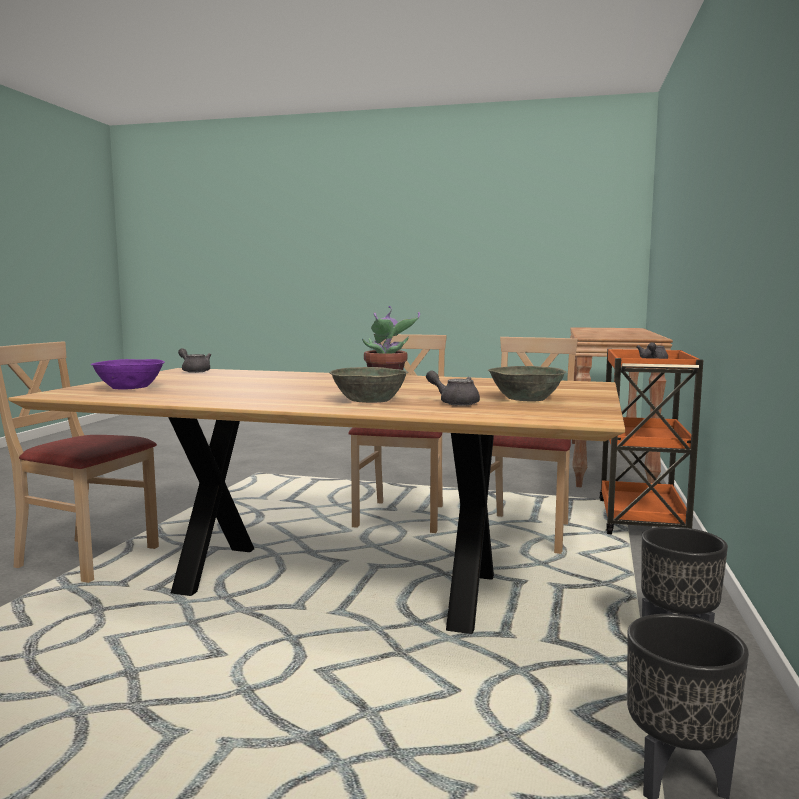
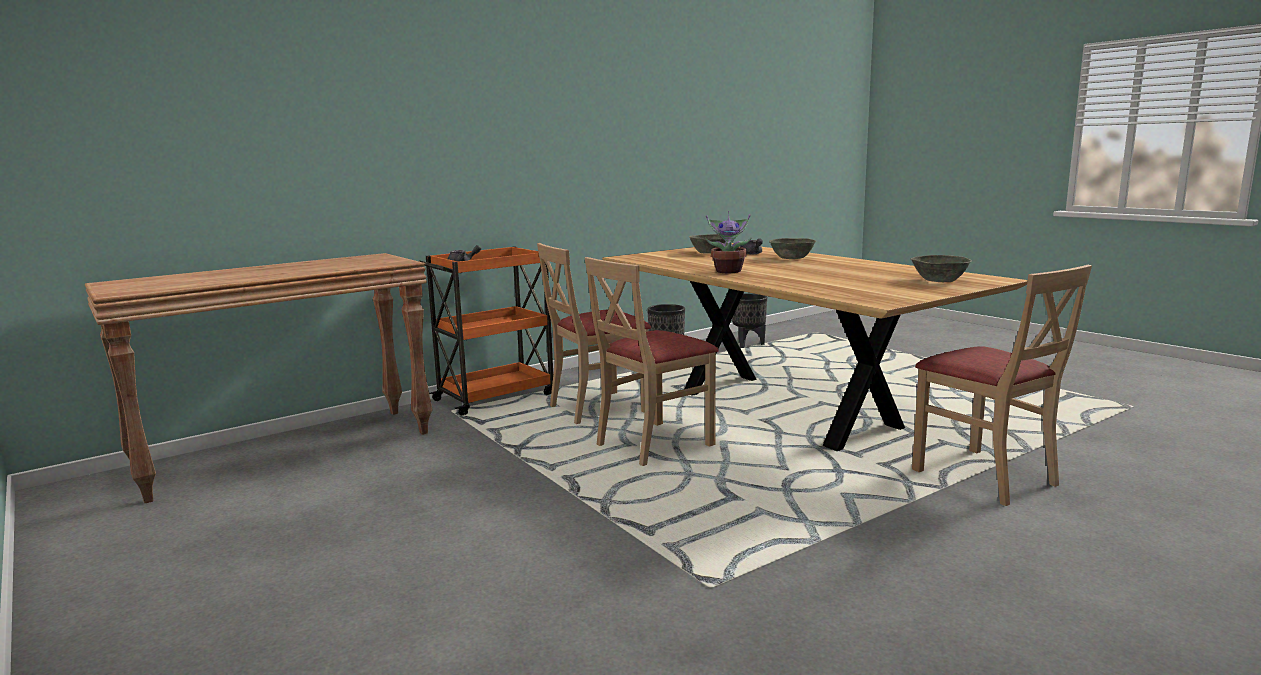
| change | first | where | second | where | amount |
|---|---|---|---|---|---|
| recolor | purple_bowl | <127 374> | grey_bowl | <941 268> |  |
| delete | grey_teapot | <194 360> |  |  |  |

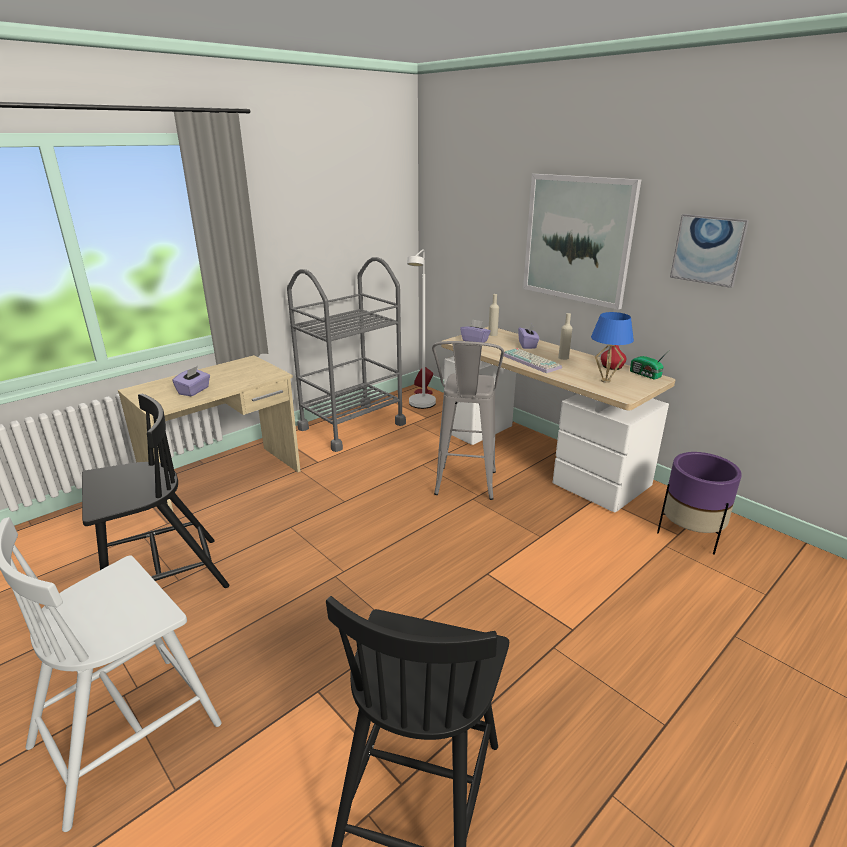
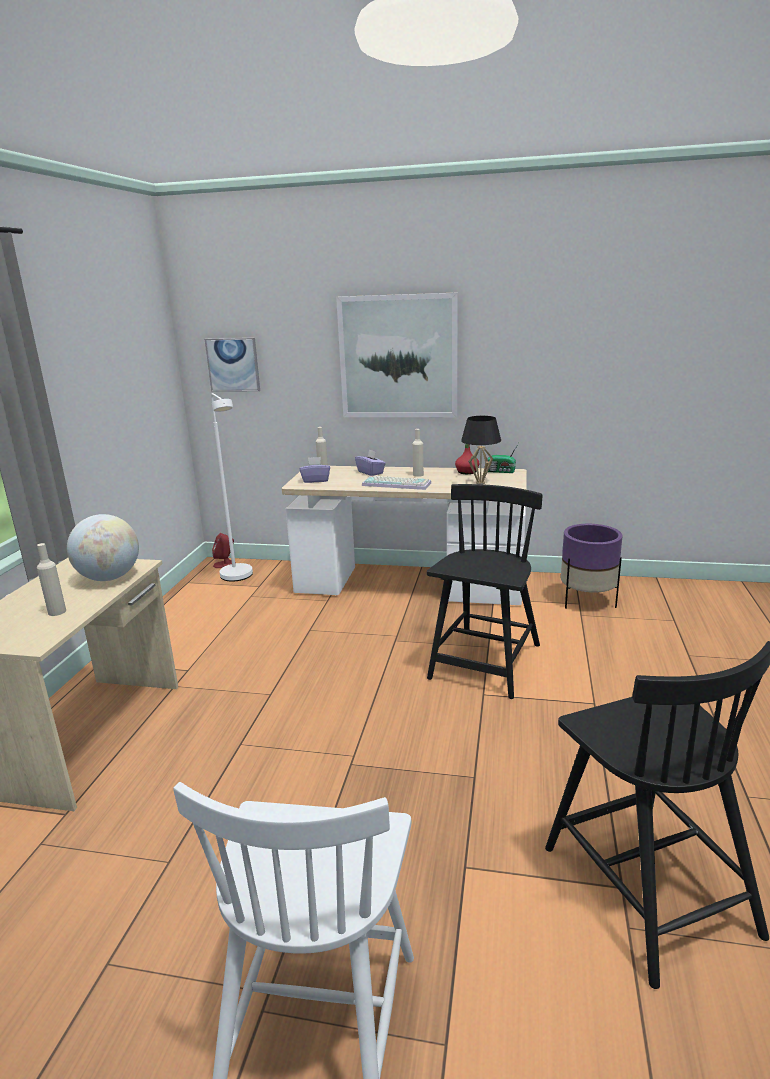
| change | first | where | second | where | amount |
|---|---|---|---|---|---|
| replace | purple_tissue_box | <191 381> | beige_bottle | <51 579> |  |
| insert |  |  | globe | <103 547> |  |
| move | picture | <709 251> |  | <232 365> |  |
| move | black_chair | <156 491> |  | <484 591> |  |
| recolor | blue_table_lamp | <612 347> | black_table_lamp | <481 450> |  |
| delete | grey_cart | <346 354> |  |  |  |
| delete | grey_stool | <468 420> |  |  |  |

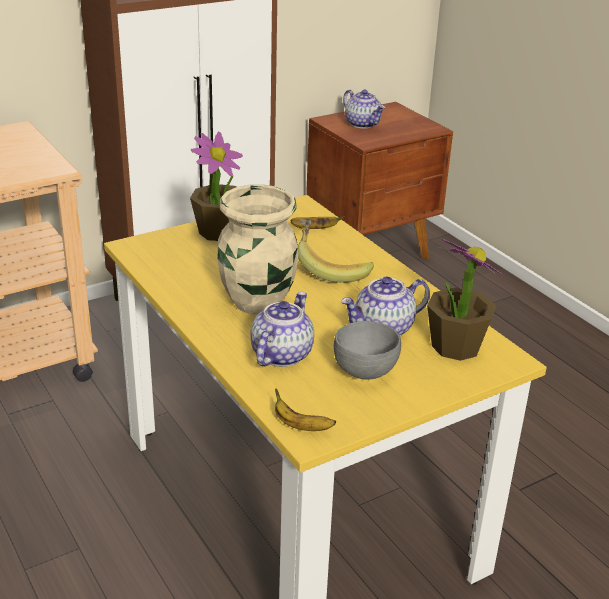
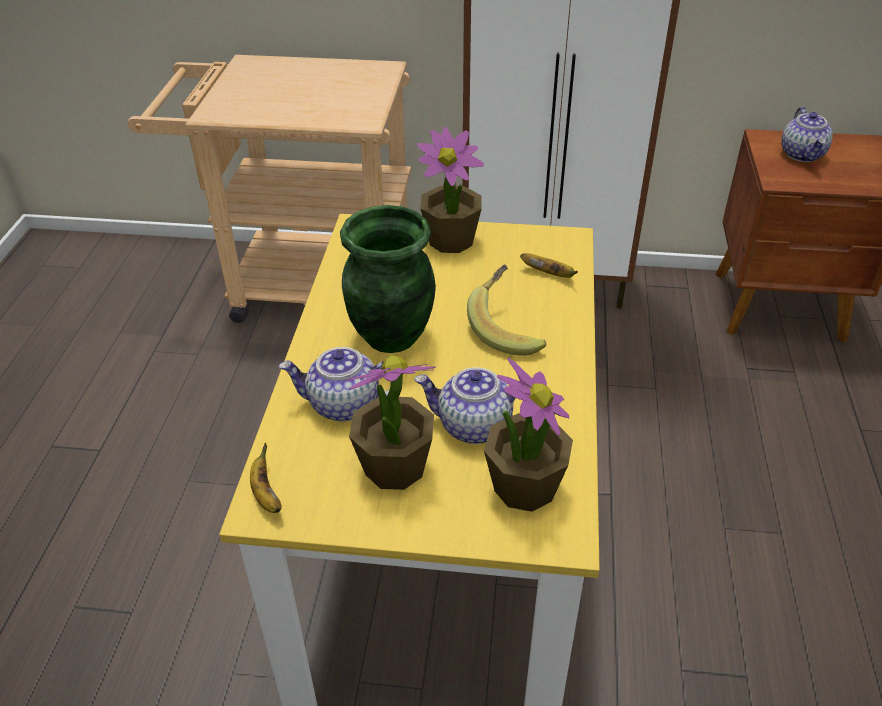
| change | first | where | second | where | amount |
|---|---|---|---|---|---|
| rotate | teapot | <282 329> |  | <341 384> | 150 degrees counterclockwise |
| recolor | beige_vase | <258 250> | green_vase | <388 279> |  |
| replace | grey_bowl | <367 350> | potted_plant | <390 422> |  |

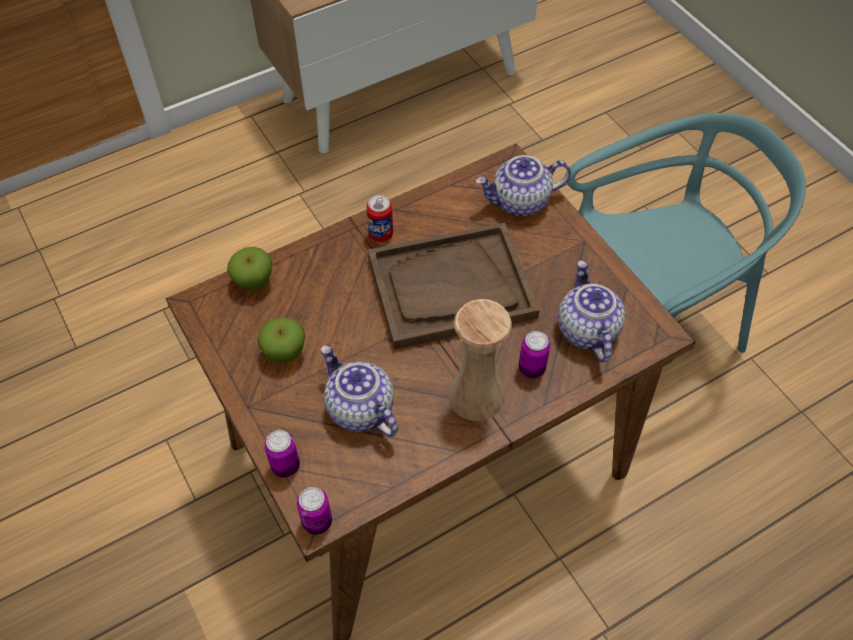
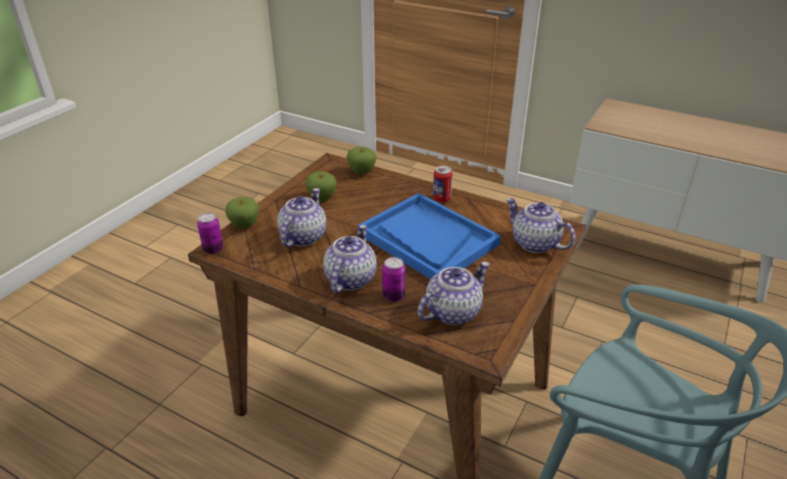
| change | first | where | second | where | amount |
|---|---|---|---|---|---|
| replace | can | <282 454> | apple | <242 213> |  |
| replace | beige_vase | <480 360> | teapot | <350 259> |  |
| recolor | brown_tray | <454 286> | blue_tray | <429 236> |  |

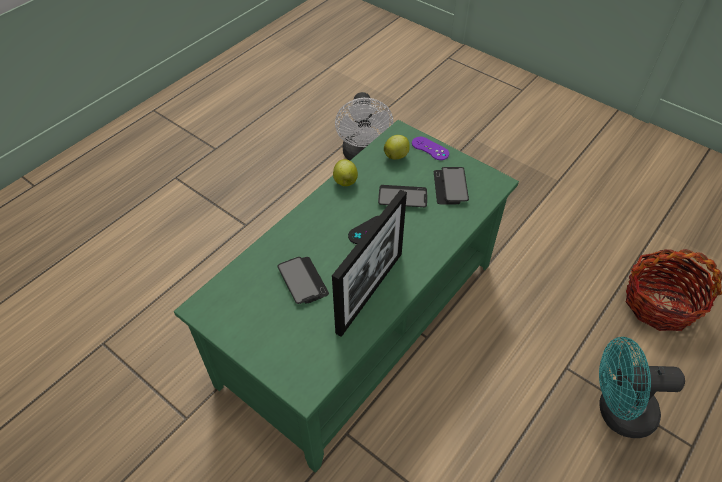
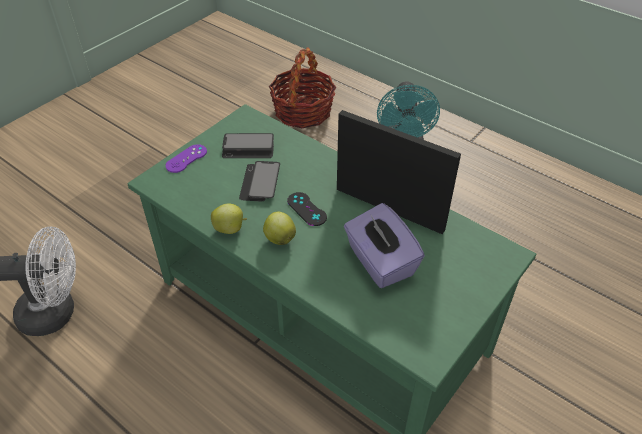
| change | first | where | second | where | amount |
|---|---|---|---|---|---|
| move | apple | <397 147> |  | <279 228> |  |
| replace | phone | <303 280> | purple_tissue_box | <384 245> |  |

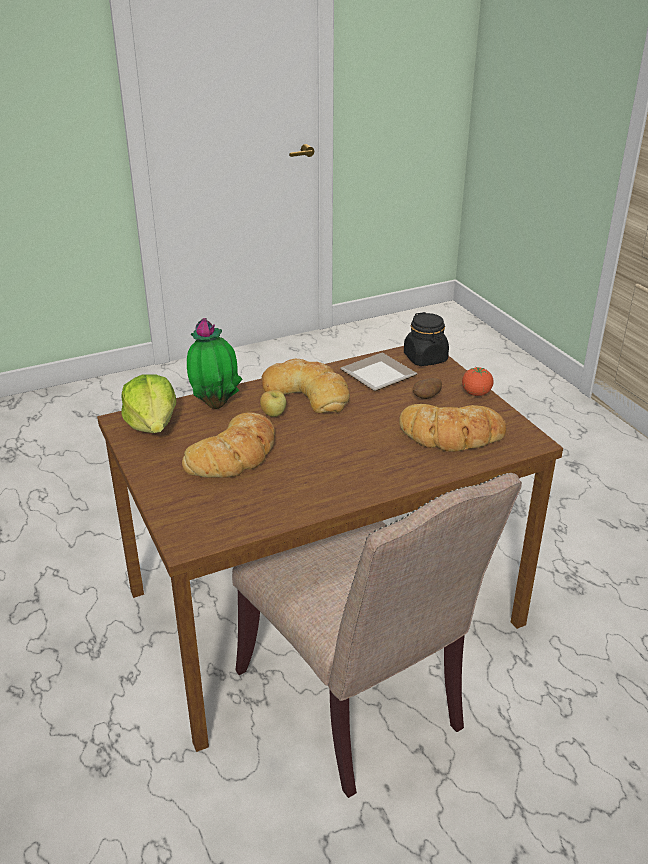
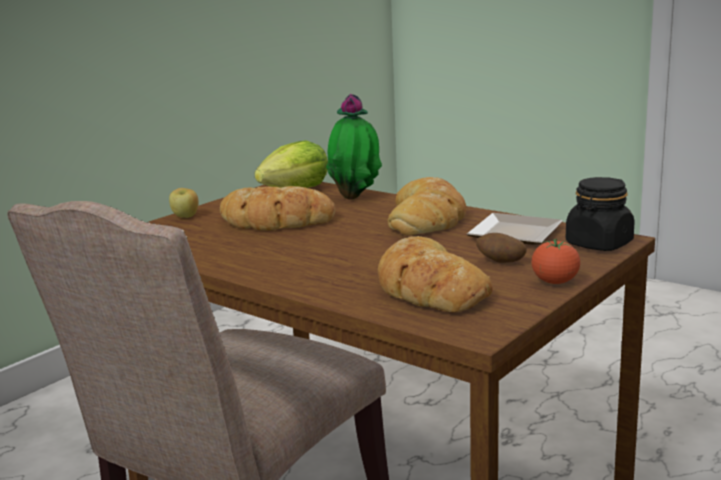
| change | first | where | second | where | amount |
|---|---|---|---|---|---|
| move | apple | <273 403> |  | <184 203> |  |

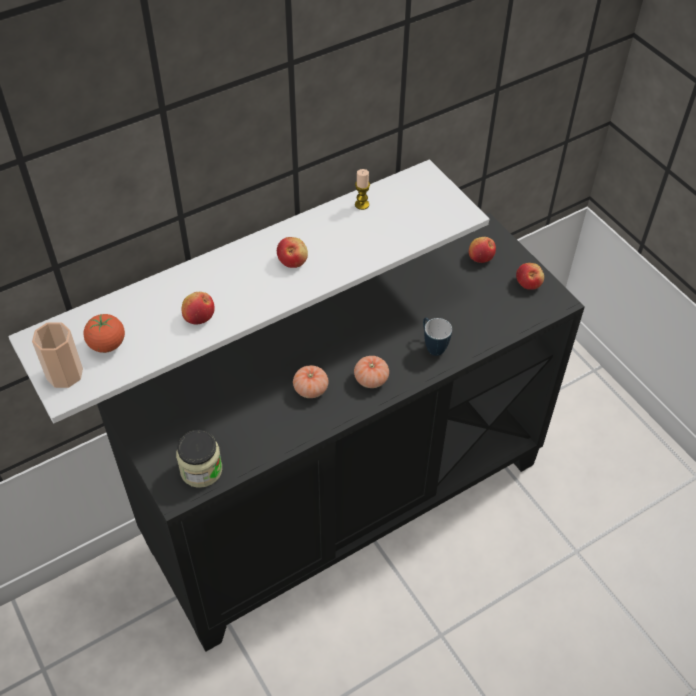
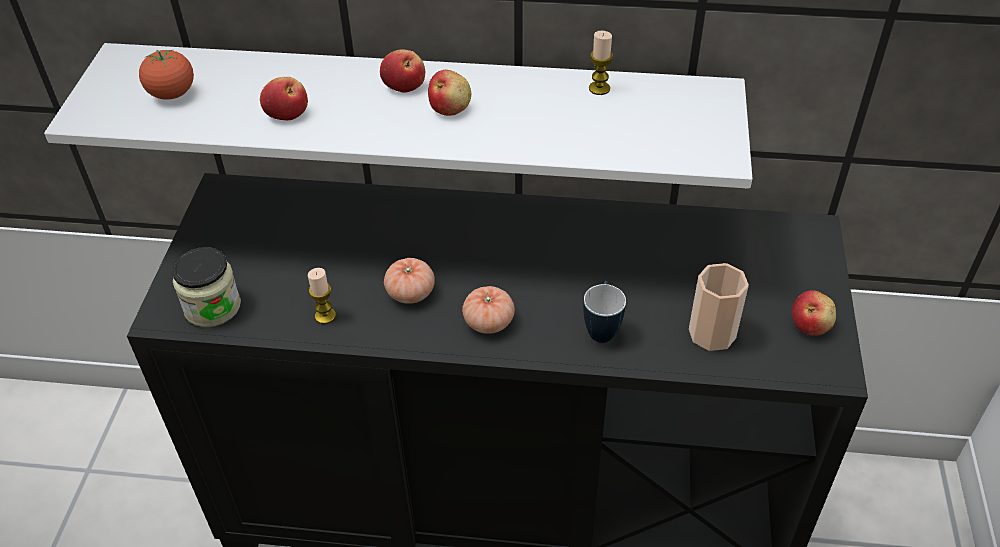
| change | first | where | second | where | amount |
|---|---|---|---|---|---|
| insert |  |  | candle | <322 296> |  |
| move | apple | <482 250> |  | <402 70> |  |
| move | cup | <57 355> |  | <719 307> |  |

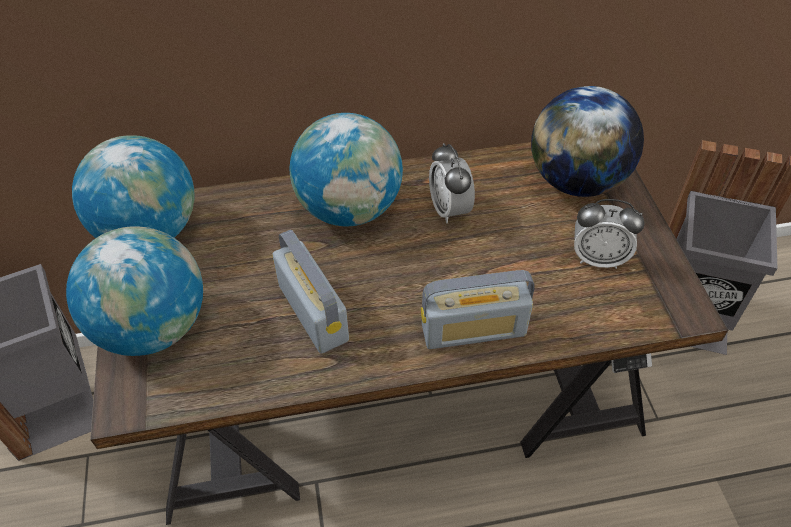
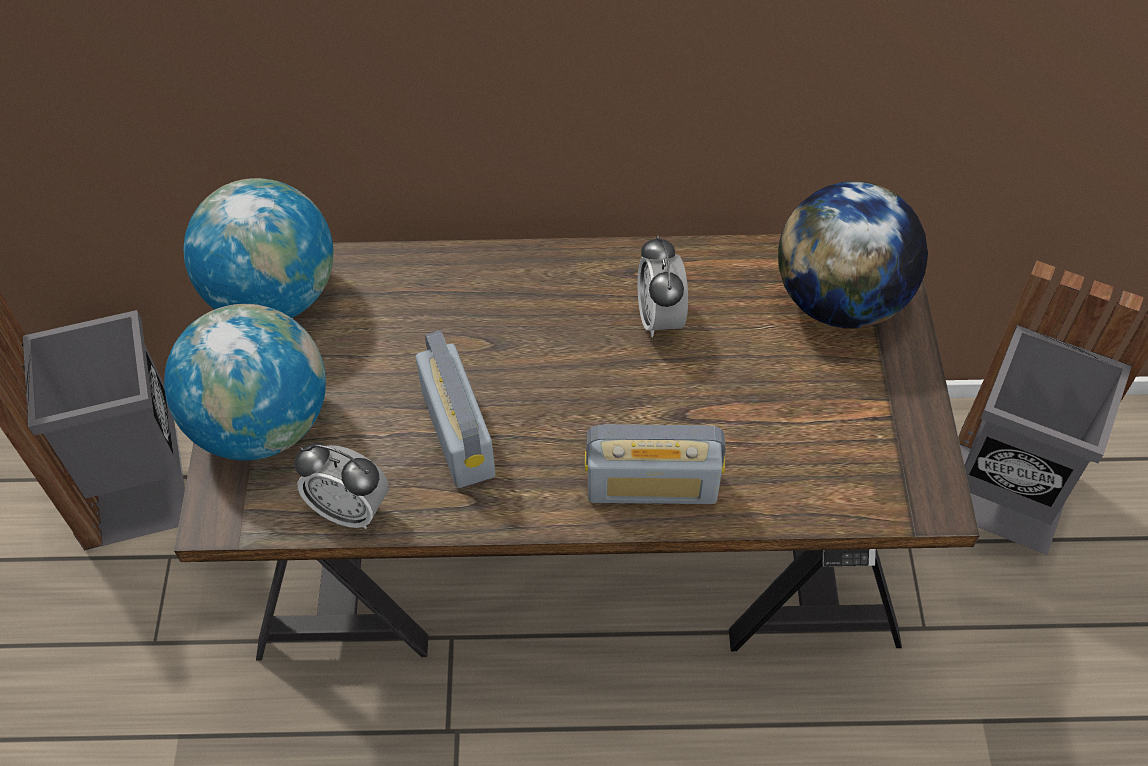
| change | first | where | second | where | amount |
|---|---|---|---|---|---|
| move | alarm_clock | <609 234> |  | <341 486> |  |
| delete | globe | <346 169> |  |  |  |

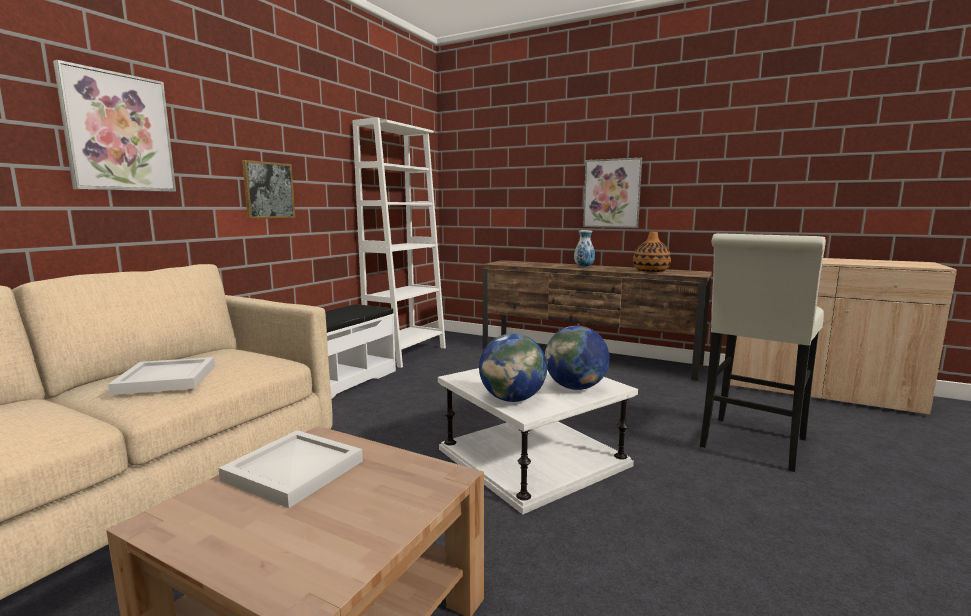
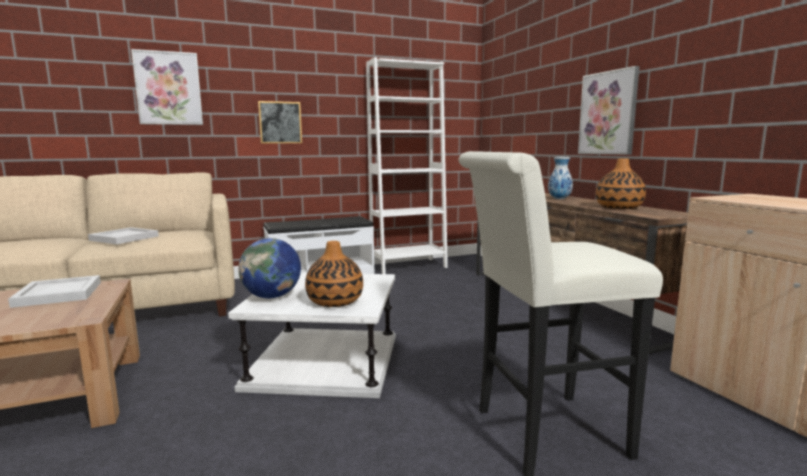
| change | first | where | second | where | amount |
|---|---|---|---|---|---|
| replace | globe | <577 358> | vase | <334 274> |  |

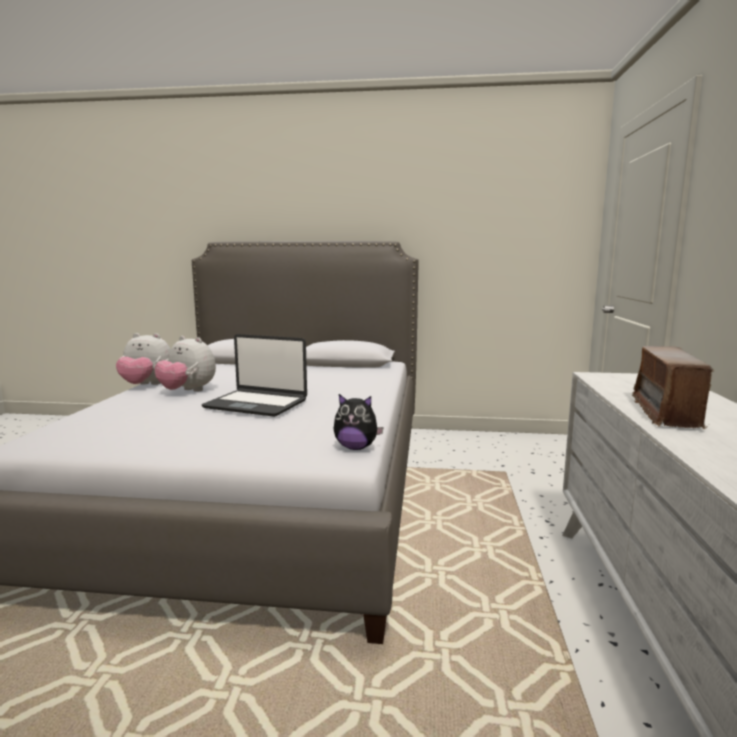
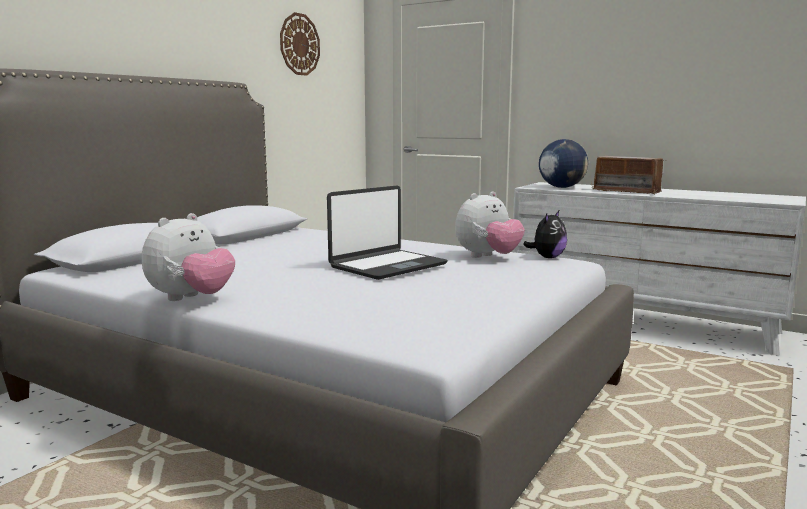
| change | first | where | second | where | amount |
|---|---|---|---|---|---|
| insert |  |  | wall_clock | <300 44> |  |
| move | plush_toy | <185 364> |  | <490 224> |  |
| insert |  |  | globe | <563 163> |  |

